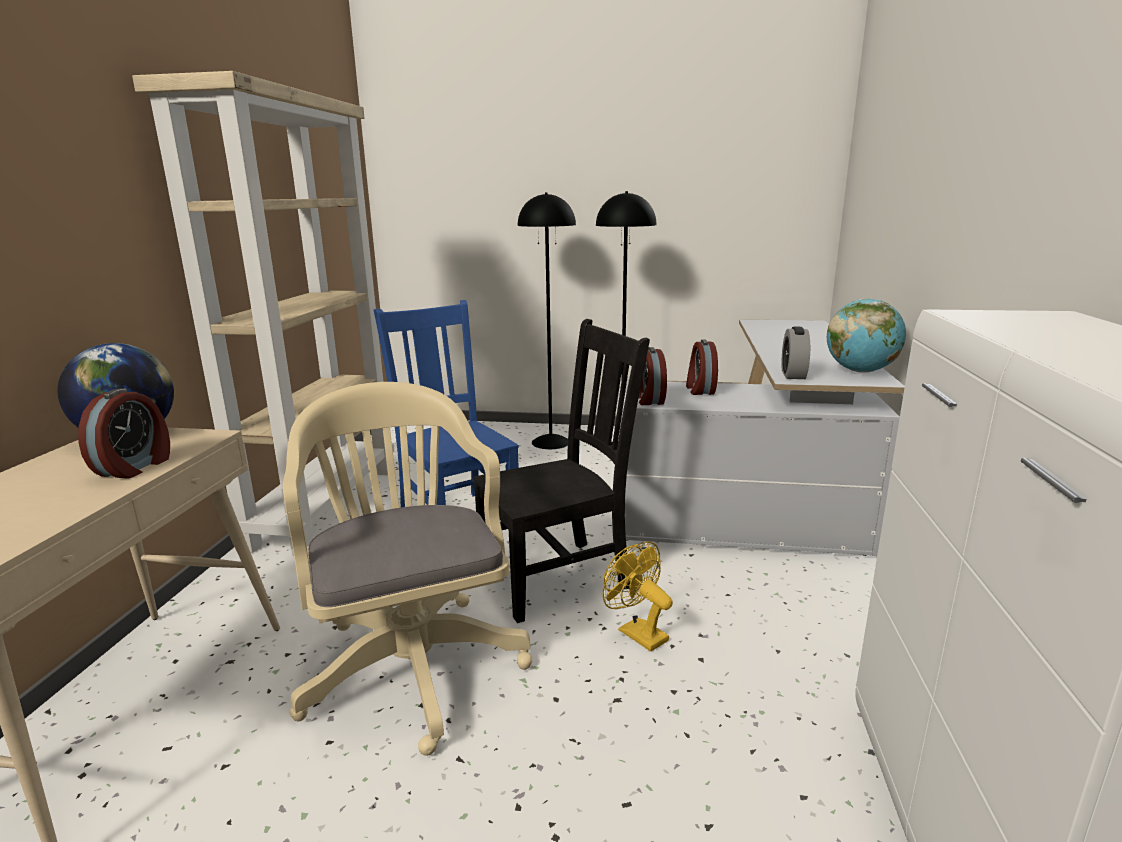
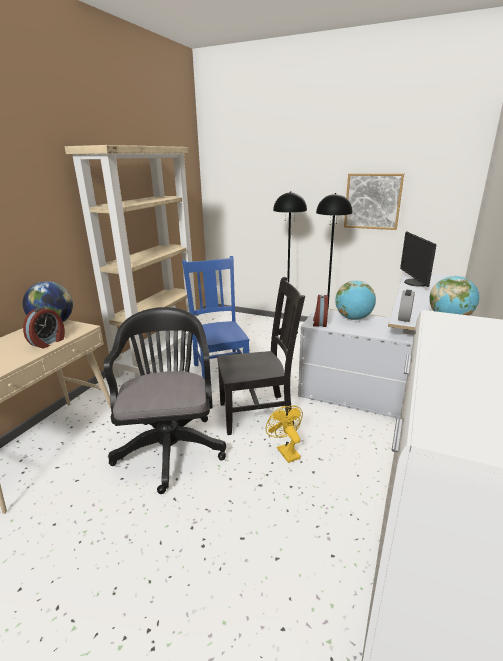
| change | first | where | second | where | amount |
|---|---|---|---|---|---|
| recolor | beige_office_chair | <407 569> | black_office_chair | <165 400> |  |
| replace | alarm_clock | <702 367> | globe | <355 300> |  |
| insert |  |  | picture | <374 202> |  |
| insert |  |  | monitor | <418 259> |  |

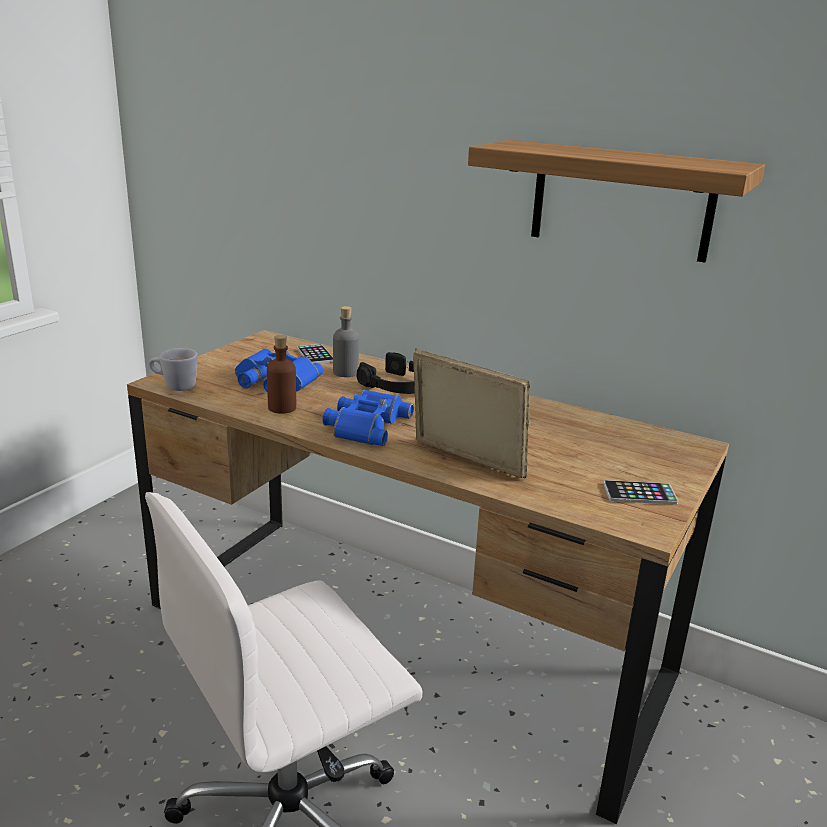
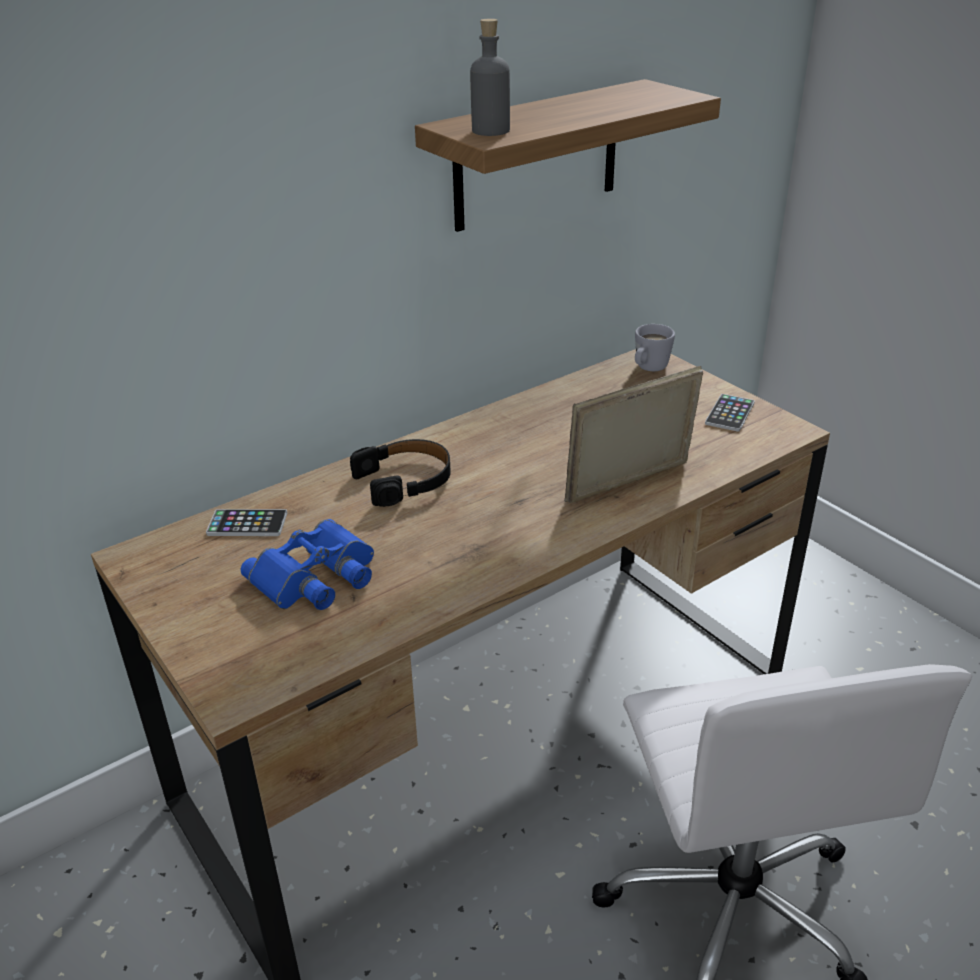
| change | first | where | second | where | amount |
|---|---|---|---|---|---|
| move | grey_bottle | <346 341> |  | <490 77> |  |
| move | white_mug | <173 369> |  | <655 347> |  |
| delete | brown_bottle | <281 374> |  |  |  |
| delete | blue_binoculars | <368 418> |  |  |  |

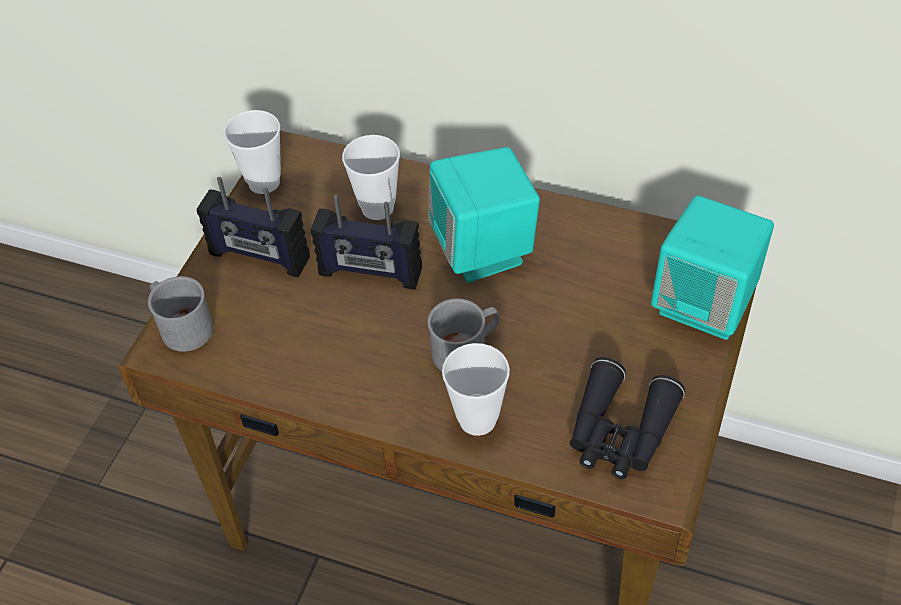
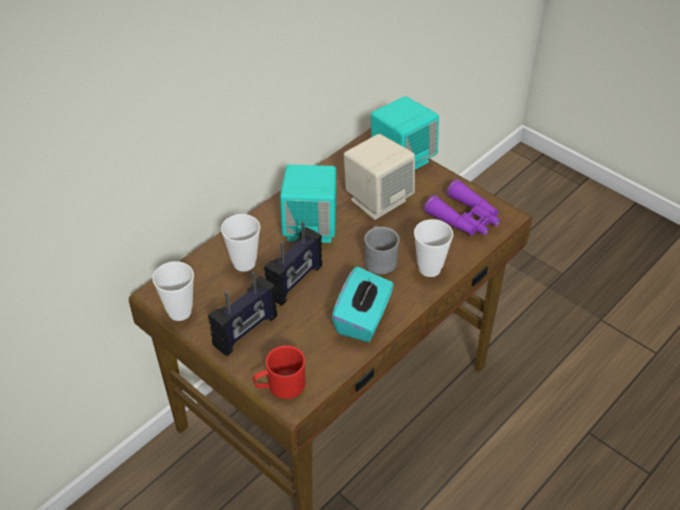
| change | first | where | second | where | amount |
|---|---|---|---|---|---|
| recolor | grey_mug | <181 314> | red_mug | <279 372> |  |
| insert |  |  | turquoise_tissue_box | <363 304> |  |
| insert |  |  | beige_speaker | <379 177> |  |
| recolor | black_binoculars | <627 418> | purple_binoculars | <462 207> |  |

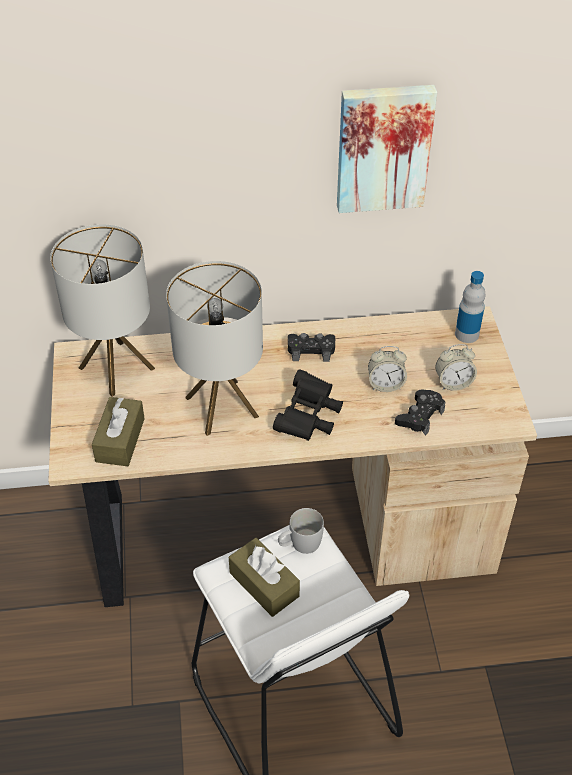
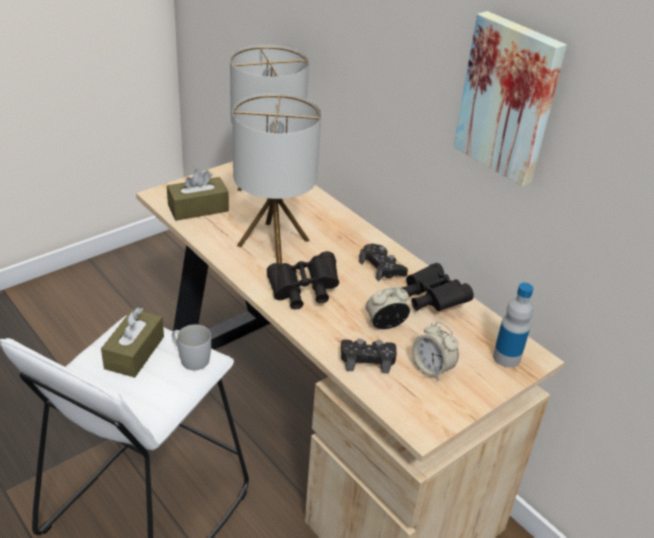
| change | first | where | second | where | amount |
|---|---|---|---|---|---|
| rotate | alarm_clock | <387 369> |  | <388 308> | 105 degrees clockwise |
| insert |  |  | black_binoculars | <437 287> |  |

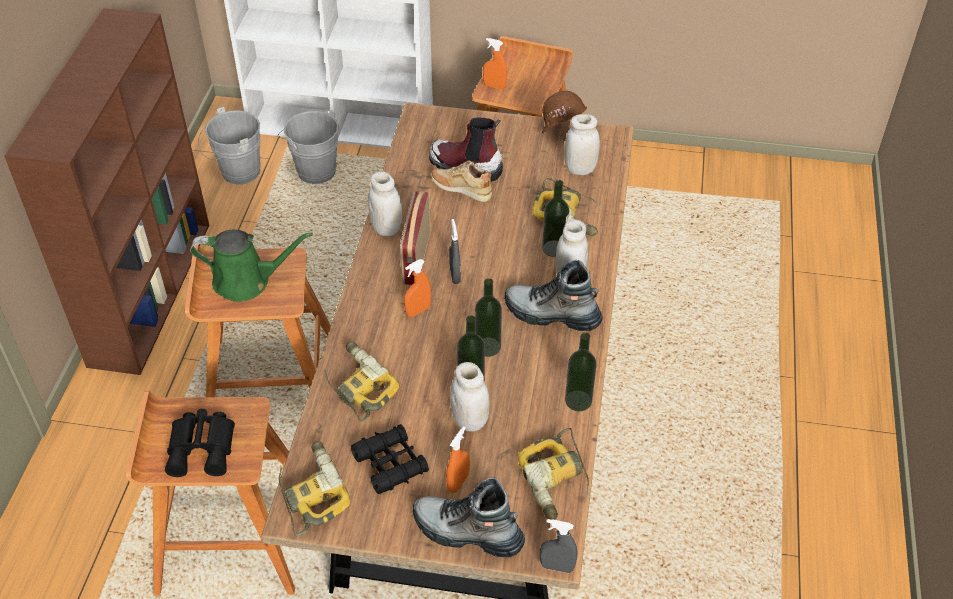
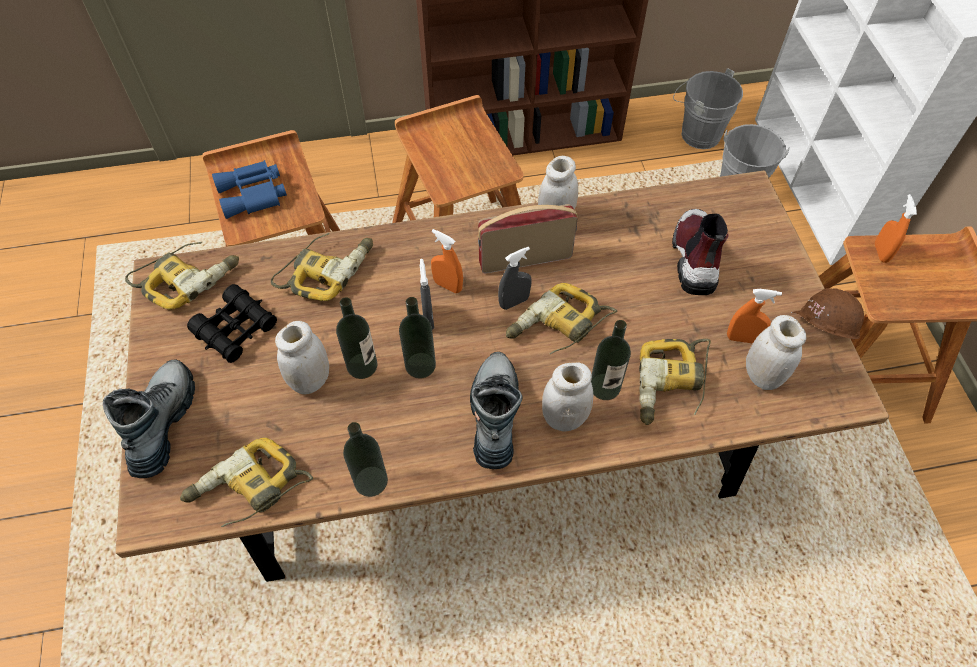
| change | first | where | second | where | amount |
|---|---|---|---|---|---|
| recolor | black_binoculars | <200 443> | blue_binoculars | <249 189> |  |
| move | grey_spray_bottle | <559 546> |  | <427 294> |  |
| insert |  |  | power_drill | <561 318> |  |
| move | orange_spray_bottle | <458 459> |  | <754 316> |  |
| delete | green_watering_can | <251 266> |  |  |  |
| delete | beige_shoe | <461 181> |  |  |  |

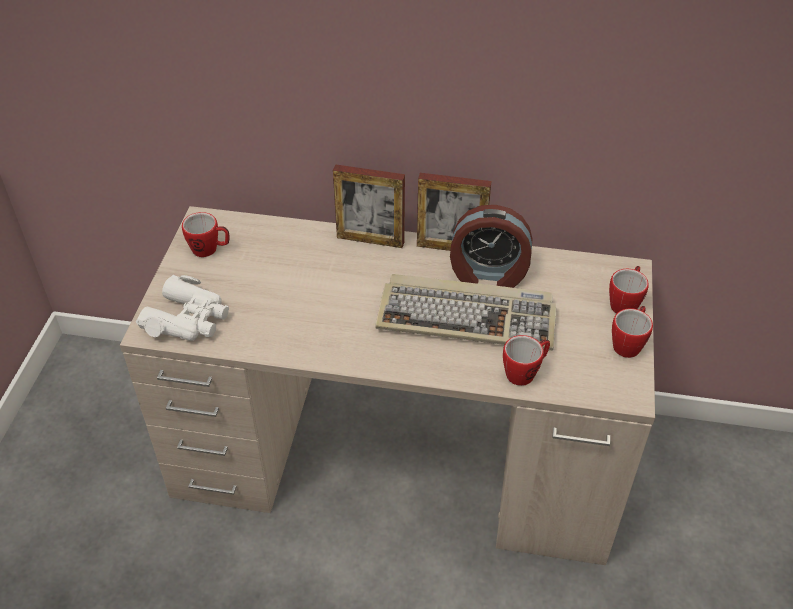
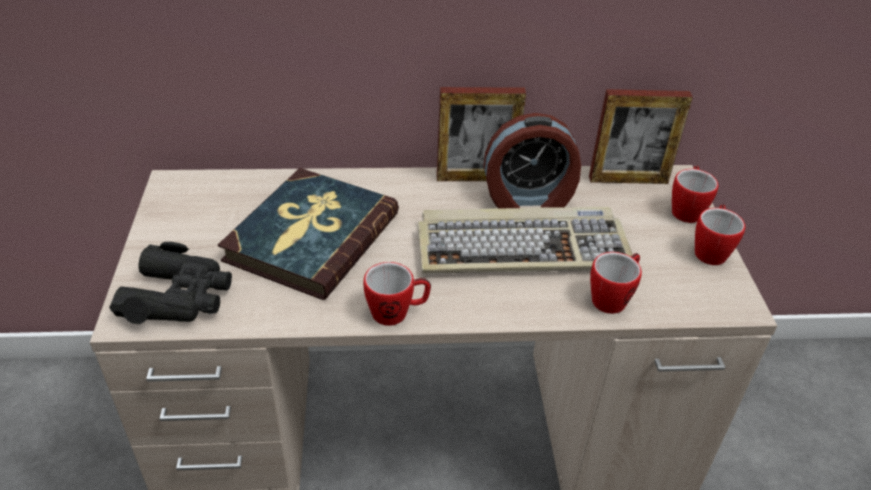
| change | first | where | second | where | amount |
|---|---|---|---|---|---|
| recolor | white_binoculars | <182 308> | black_binoculars | <170 283> |  |
| insert |  |  | book | <308 234> |  |
| move | mug | <206 234> |  | <397 294> |  |
| move | picture_frame | <369 206> |  | <641 136> |  |

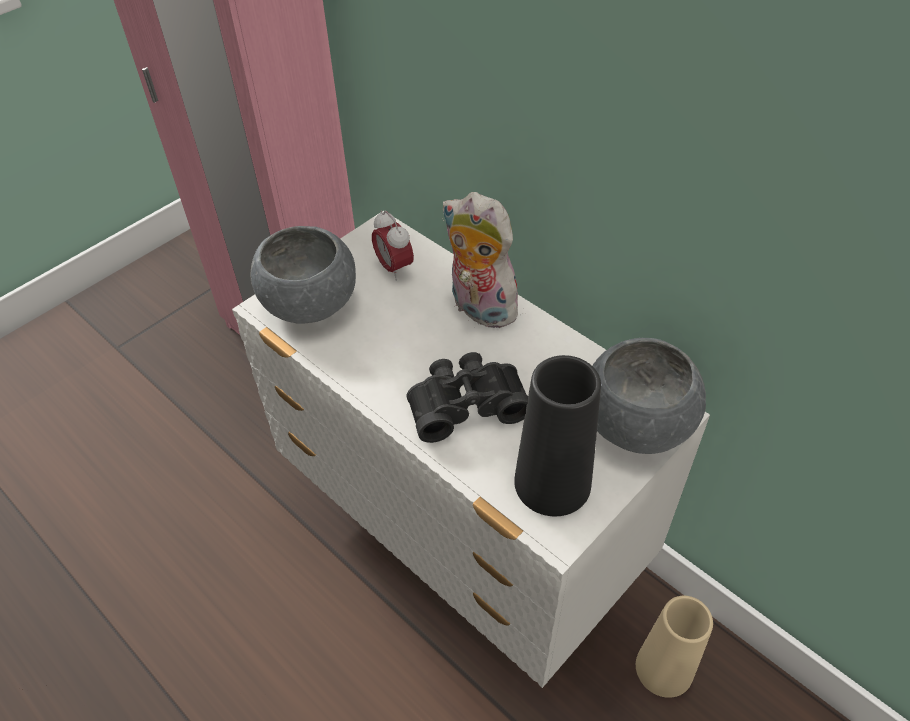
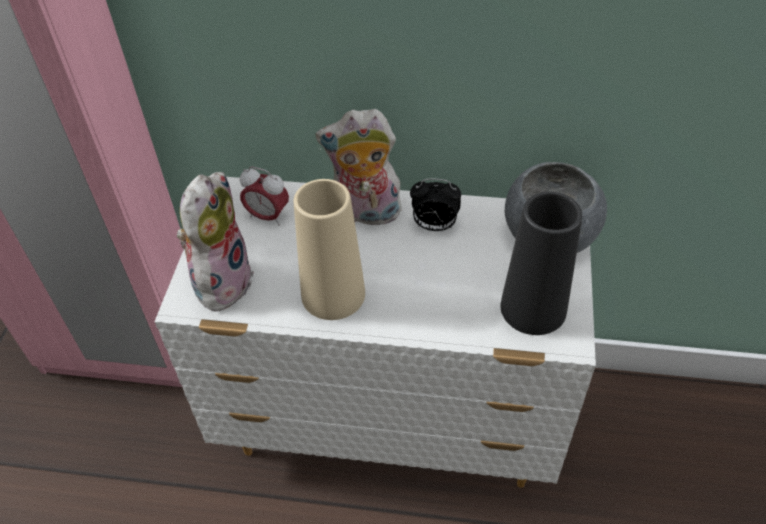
| change | first | where | second | where | amount |
|---|---|---|---|---|---|
| replace | grey_bowl | <303 275> | plush_toy | <215 242> |  |
| move | beige_vase | <674 647> |  | <329 249> |  |
| insert |  |  | alarm_clock | <435 205> |  |
| delete | black_binoculars | <467 397> |  |  |  |

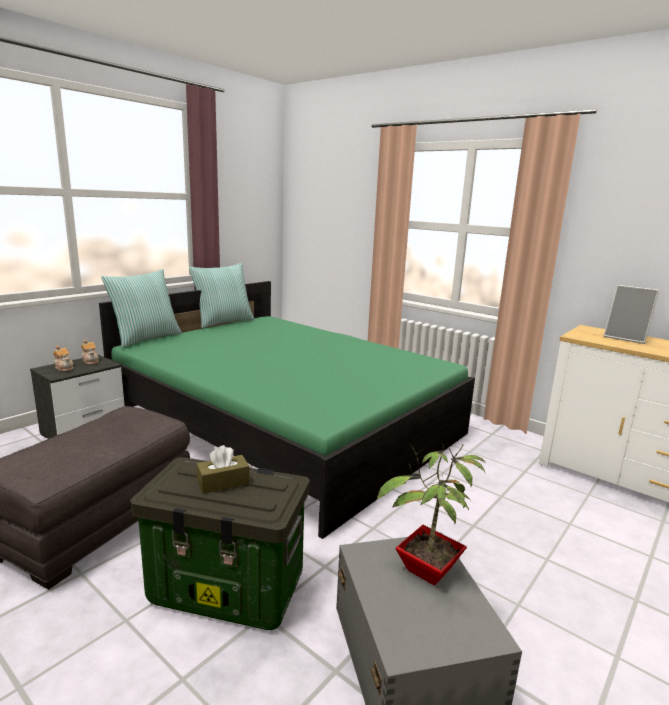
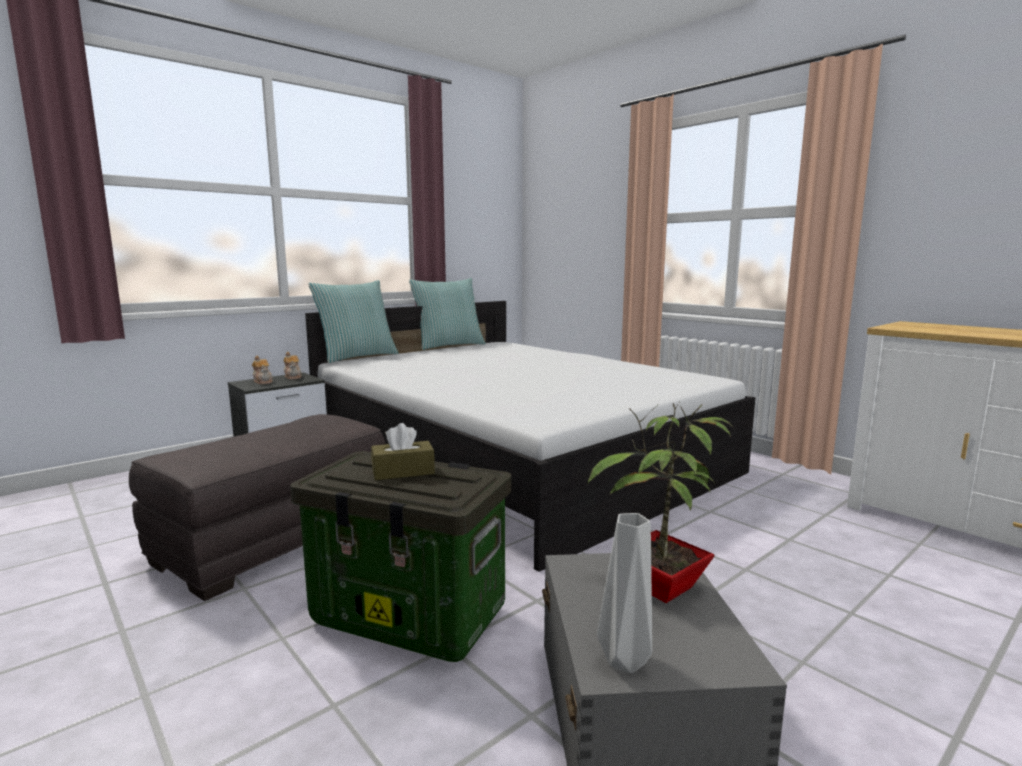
| change | first | where | second | where | amount |
|---|---|---|---|---|---|
| recolor | green_bed | <287 410> | white_bed | <530 436> |  |
| insert |  |  | grey_vase | <624 593> |  |
| delete | picture_frame | <631 314> |  |  |  |

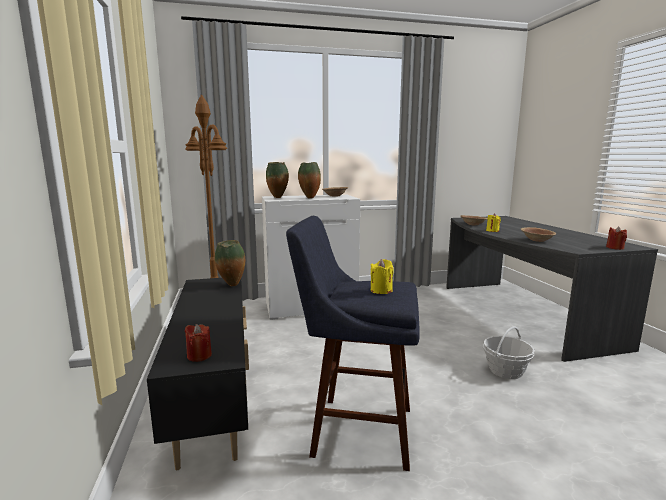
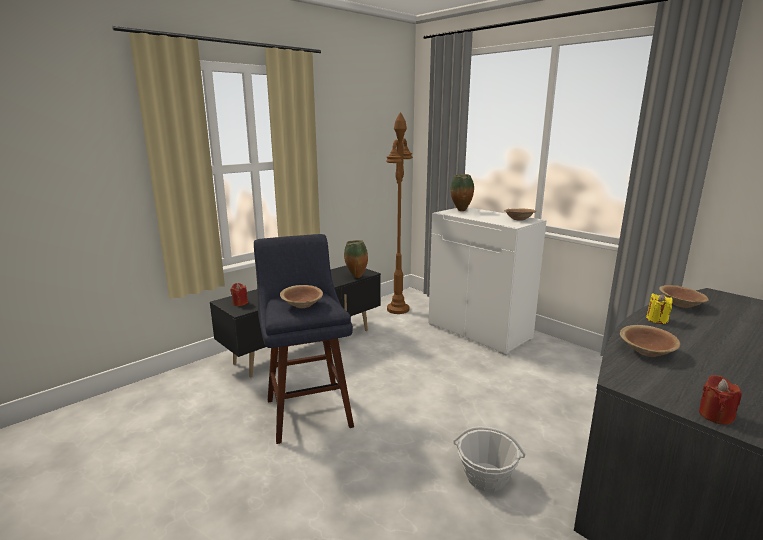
| change | first | where | second | where | amount |
|---|---|---|---|---|---|
| replace | yellow_candle | <382 276> | brown_bowl | <301 296> |  |
| delete | vase | <309 180> |  |  |  |

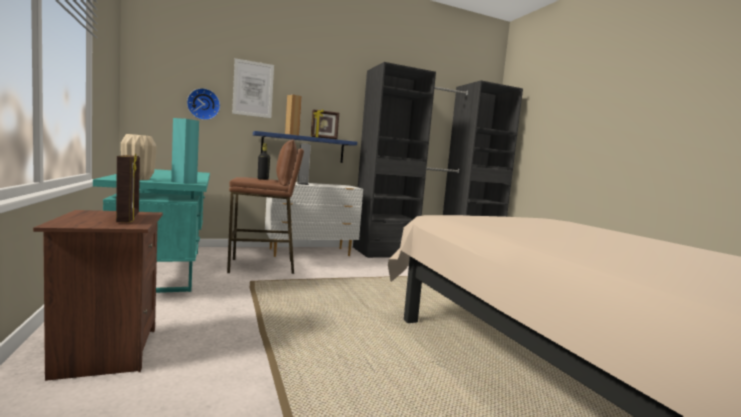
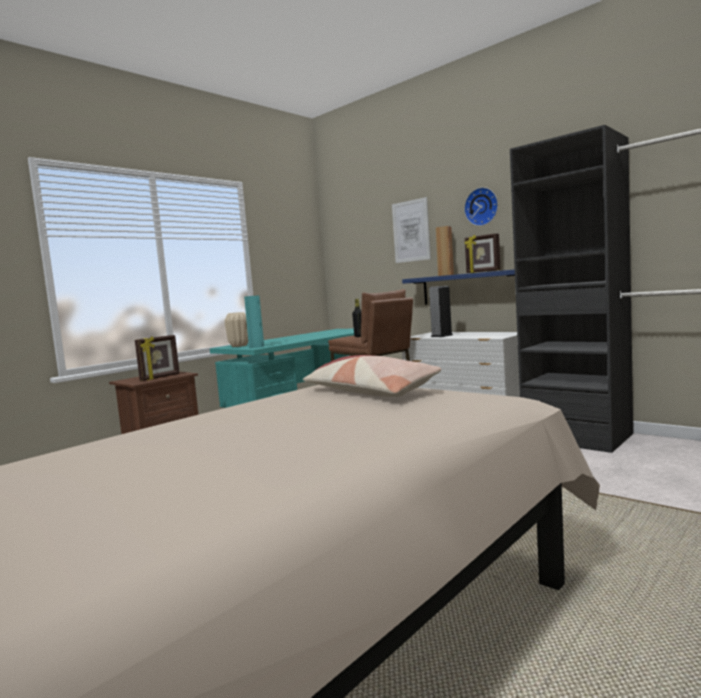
| change | first | where | second | where | amount |
|---|---|---|---|---|---|
| insert |  |  | pillow | <372 376> |  |
| move | wall_clock | <203 104> |  | <481 206> |  |

